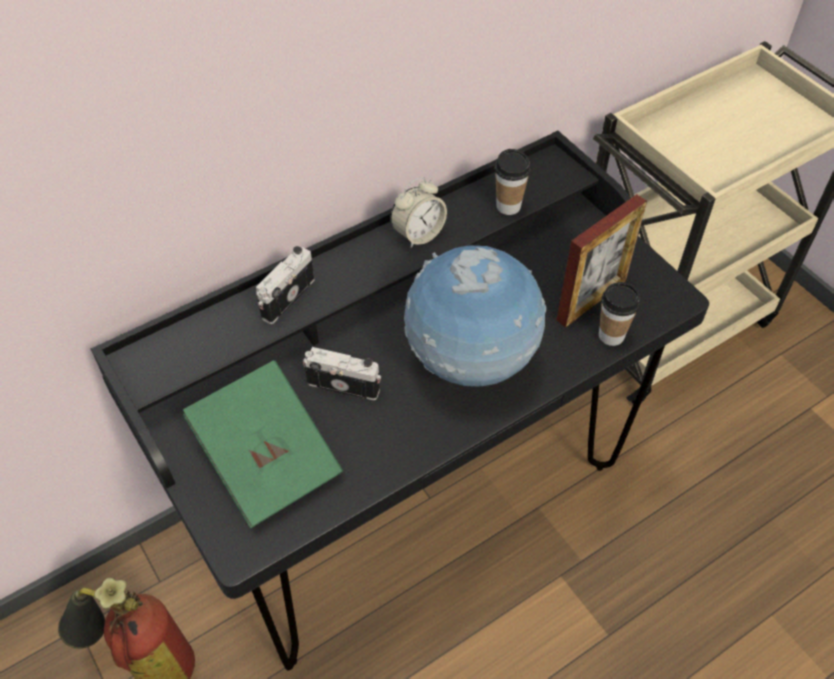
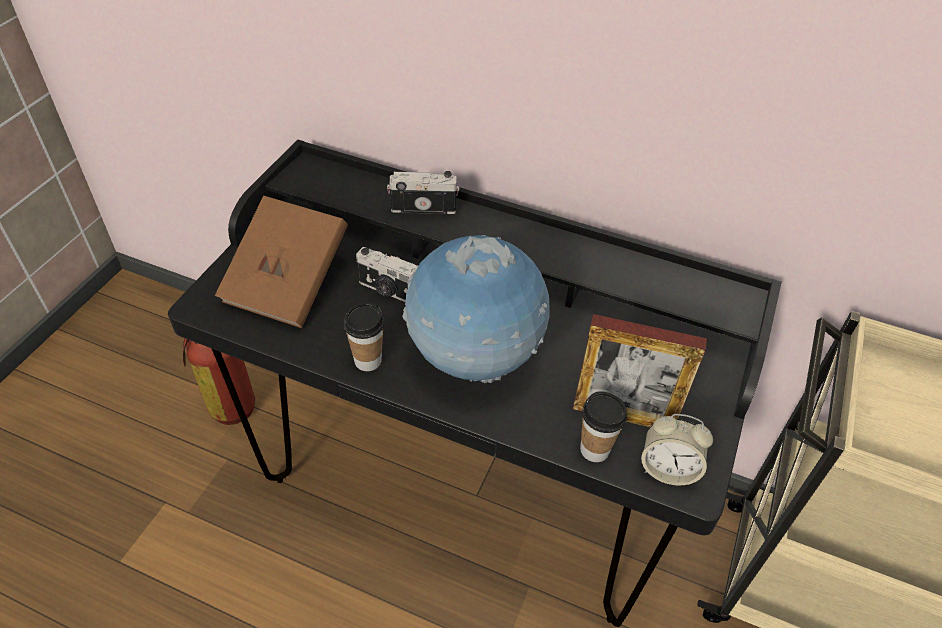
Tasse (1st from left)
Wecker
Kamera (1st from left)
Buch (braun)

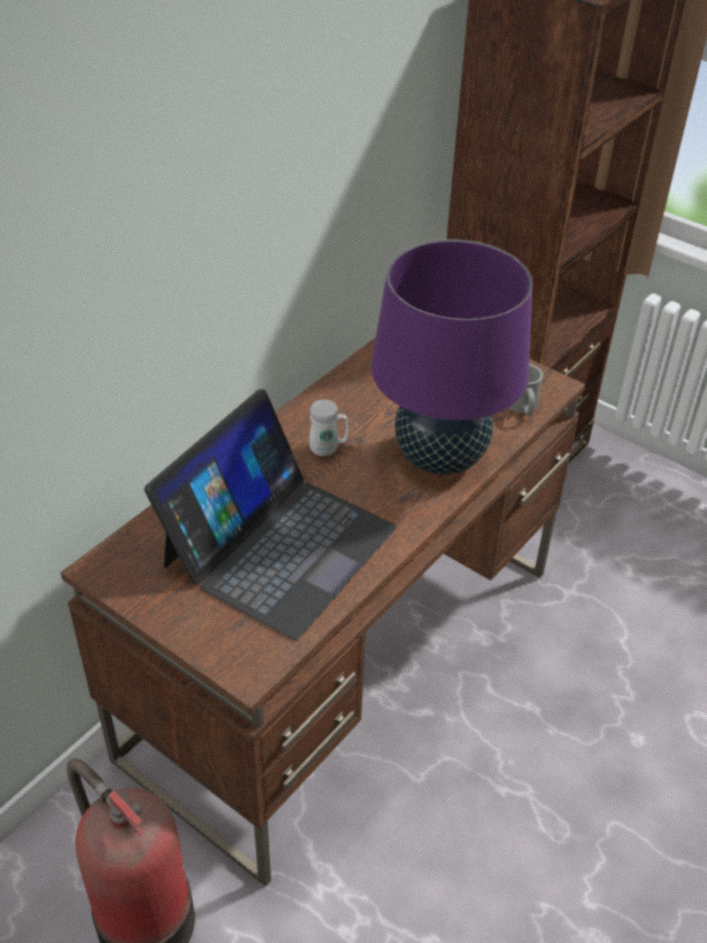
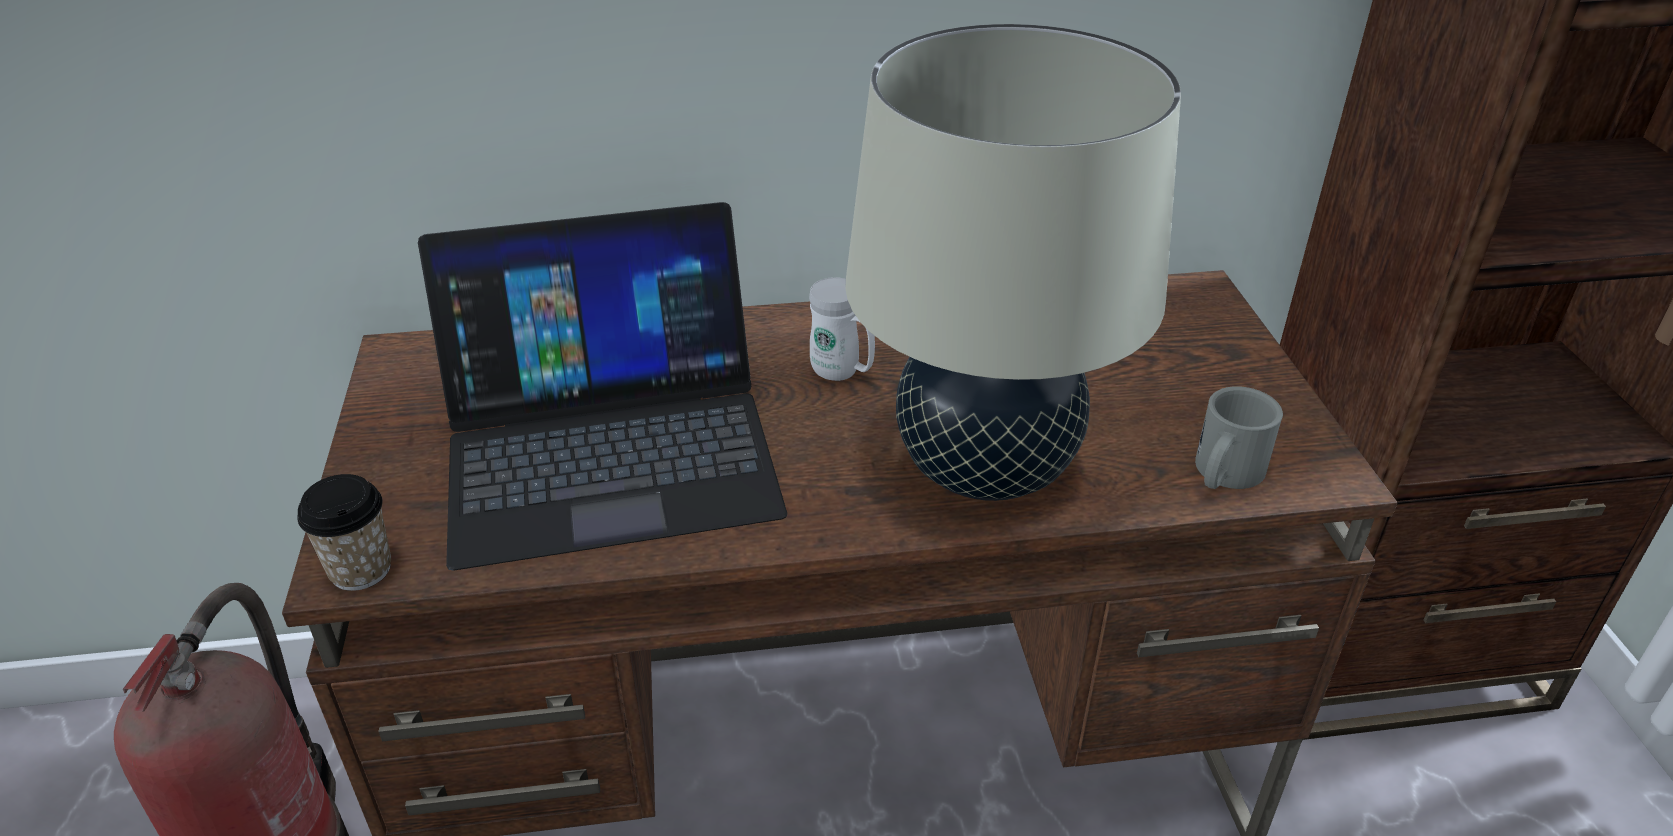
Tischlampe (beige)
Tasse

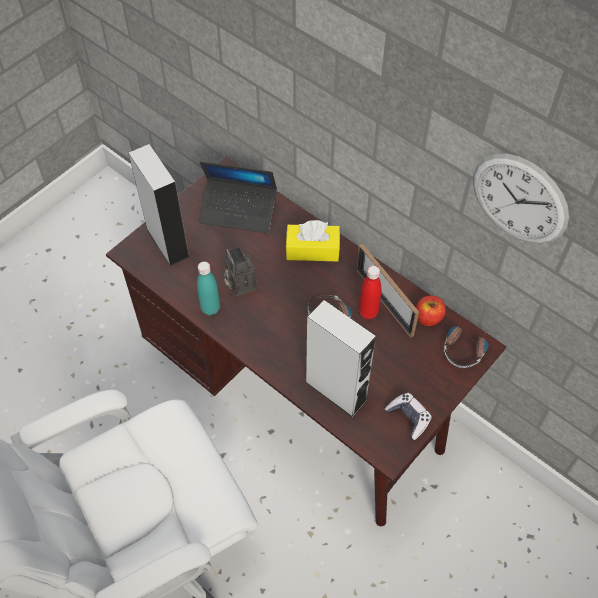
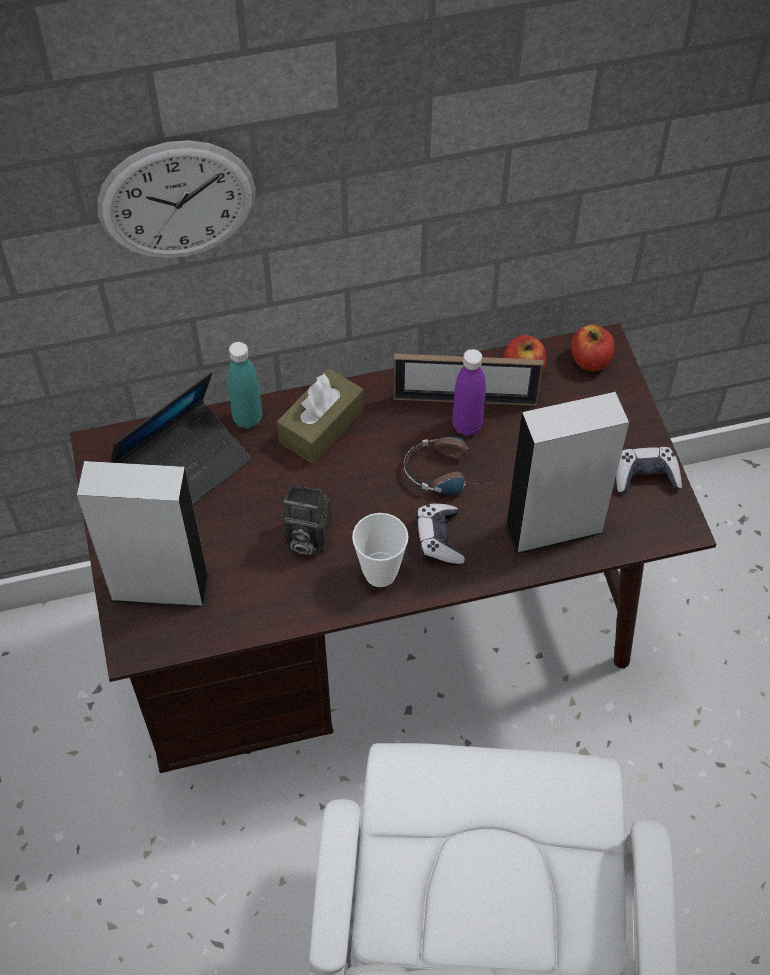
Wanduhr
Taschentuchbox (braun)
Flasche (türkis)
Flasche (lila)
Apfel (2nd from left)
Gamepad (1st from left)
Tasse

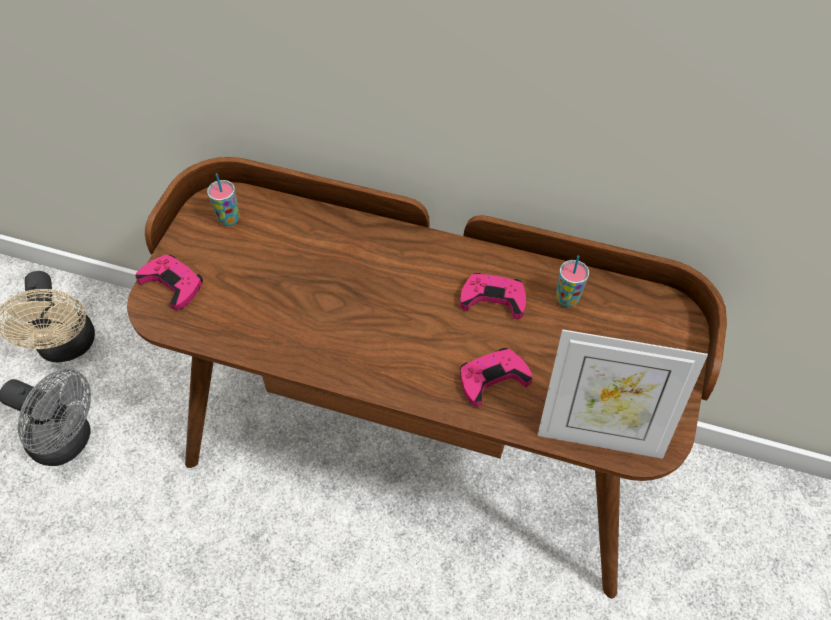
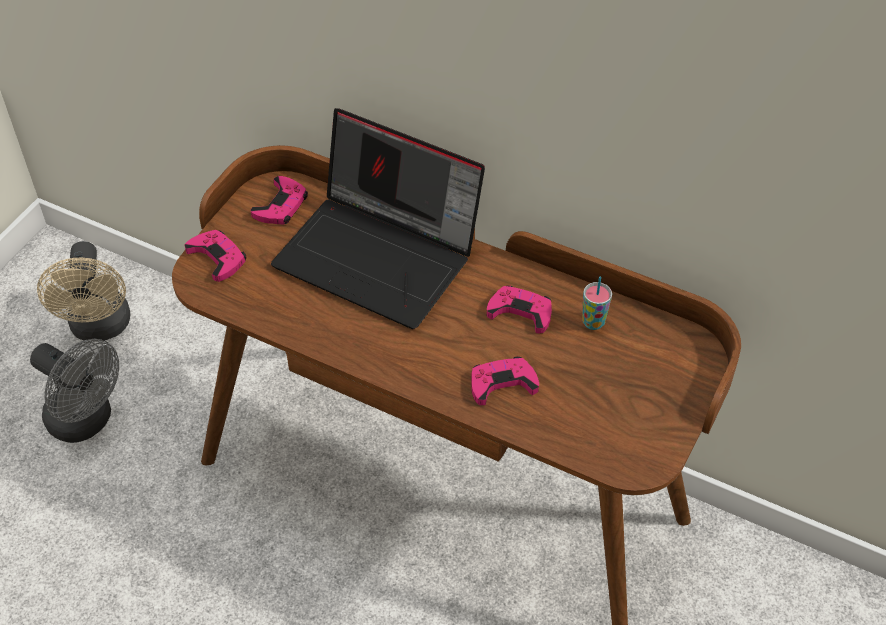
Gamepad (rosa) (2nd from left)
Bilderrahmen
Laptop

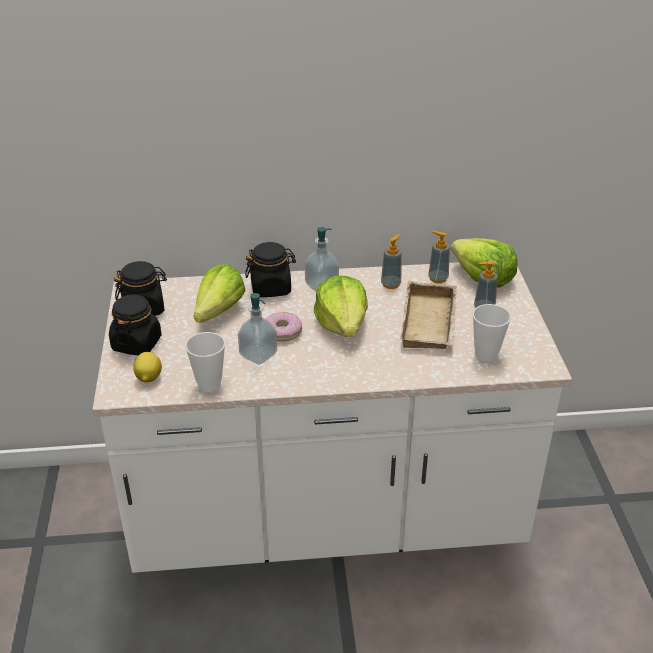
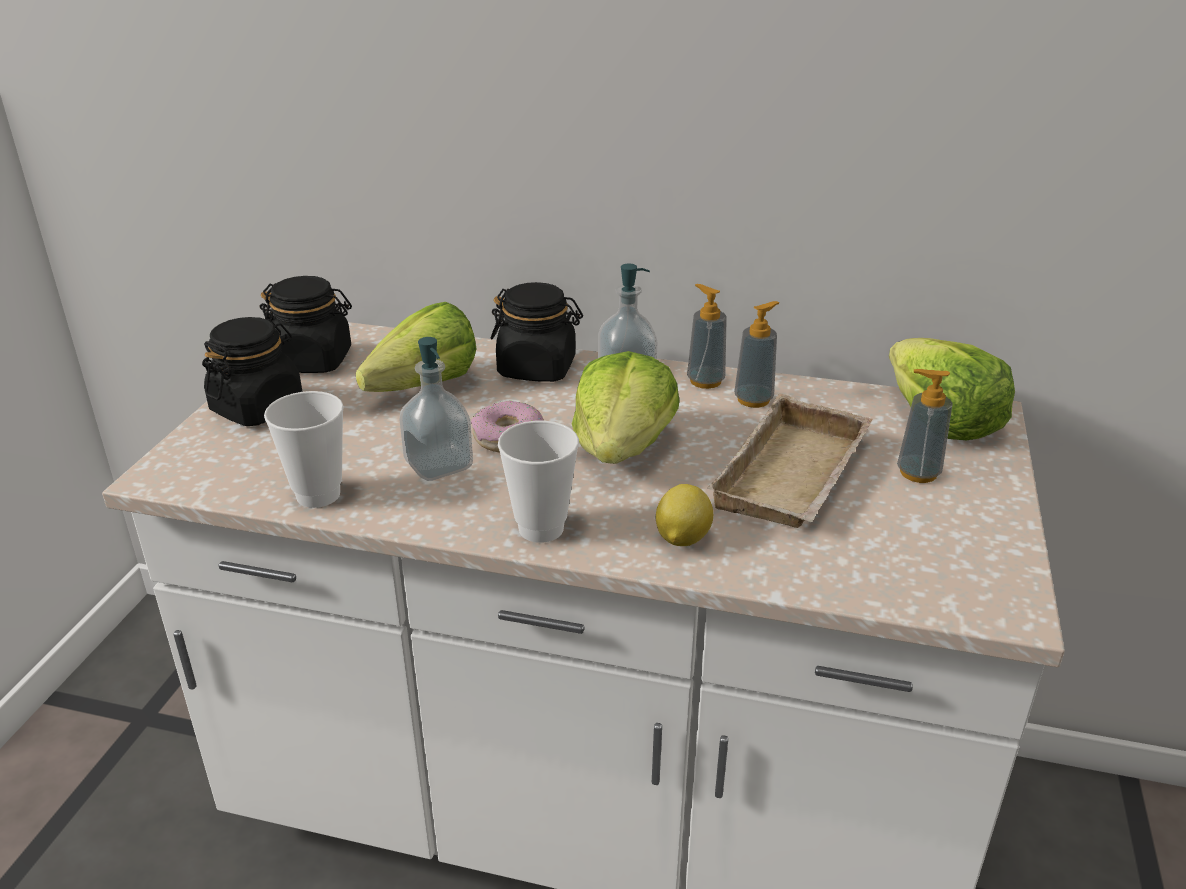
Seifenspender (3rd from left)
Tasse (2nd from left)
Zitrone

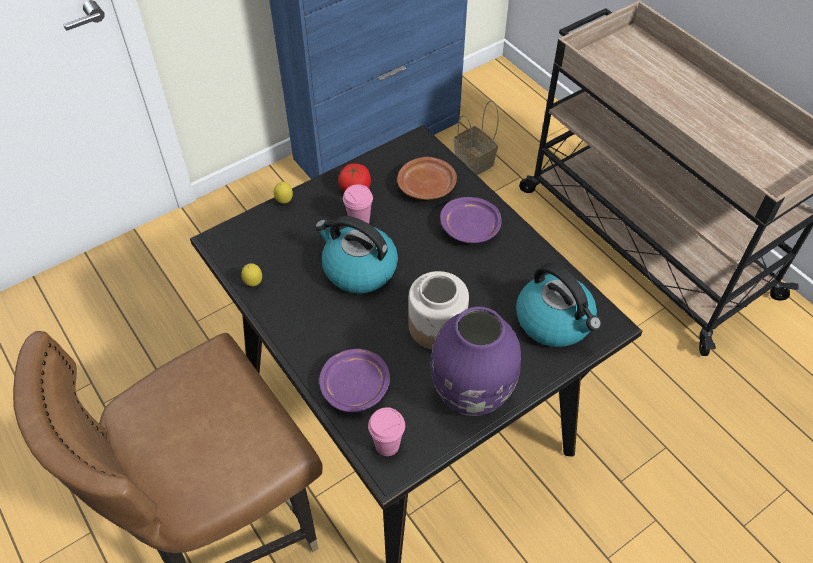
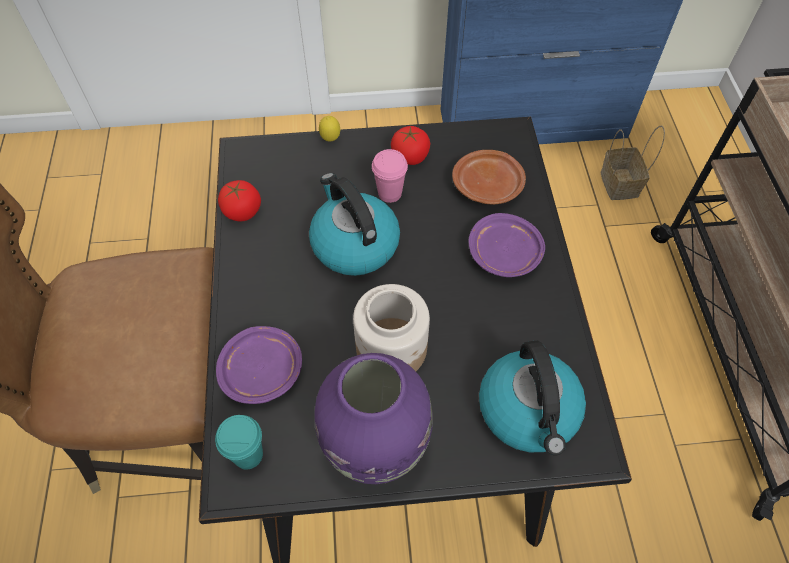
Tomate (1st from left)
Tasse (türkis)

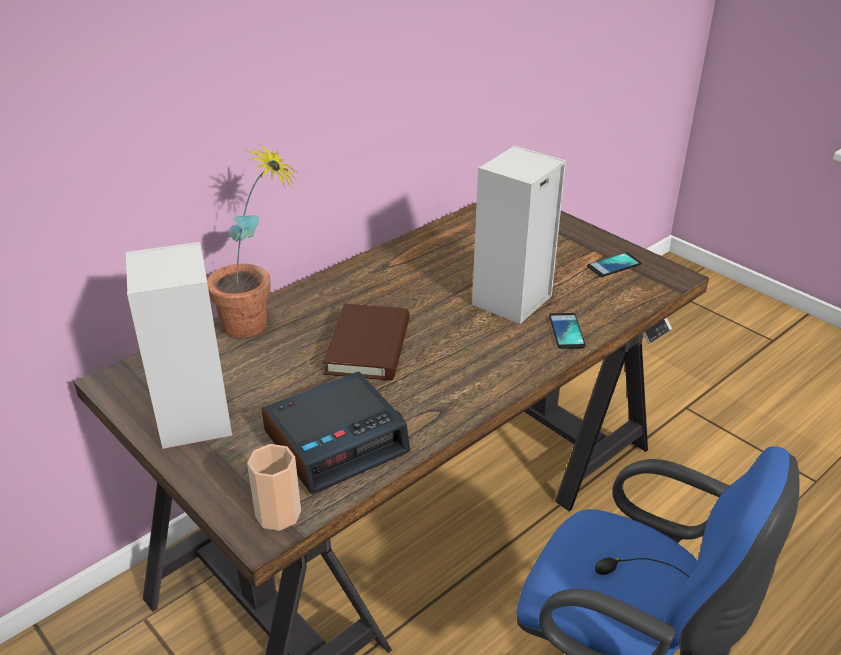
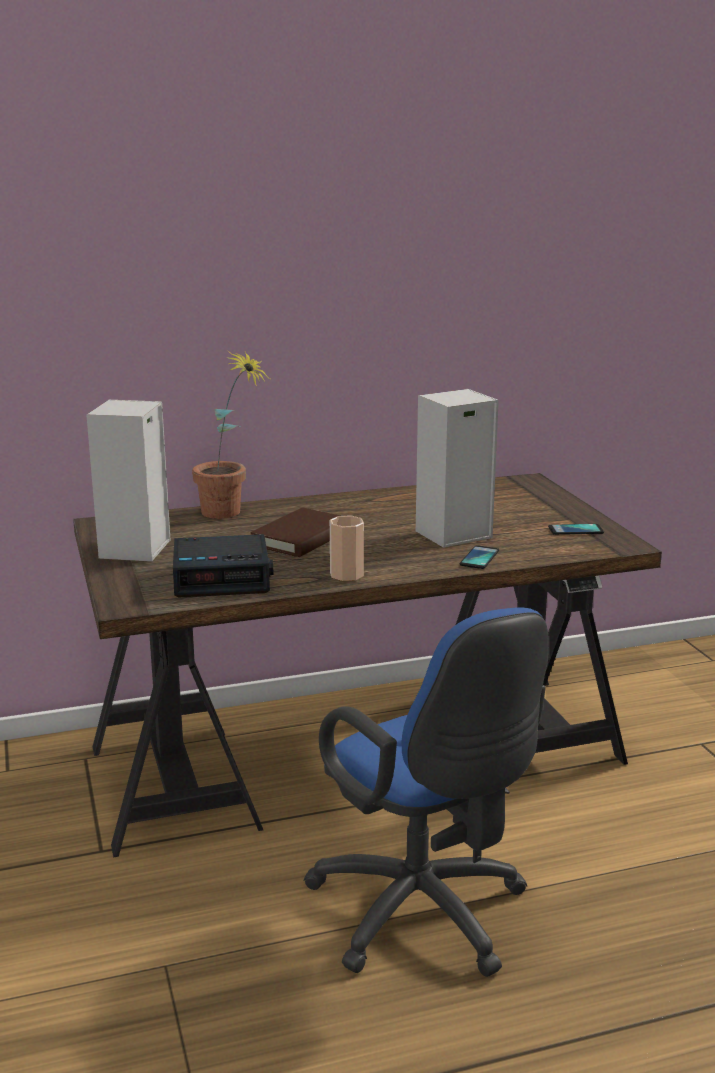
Tasse

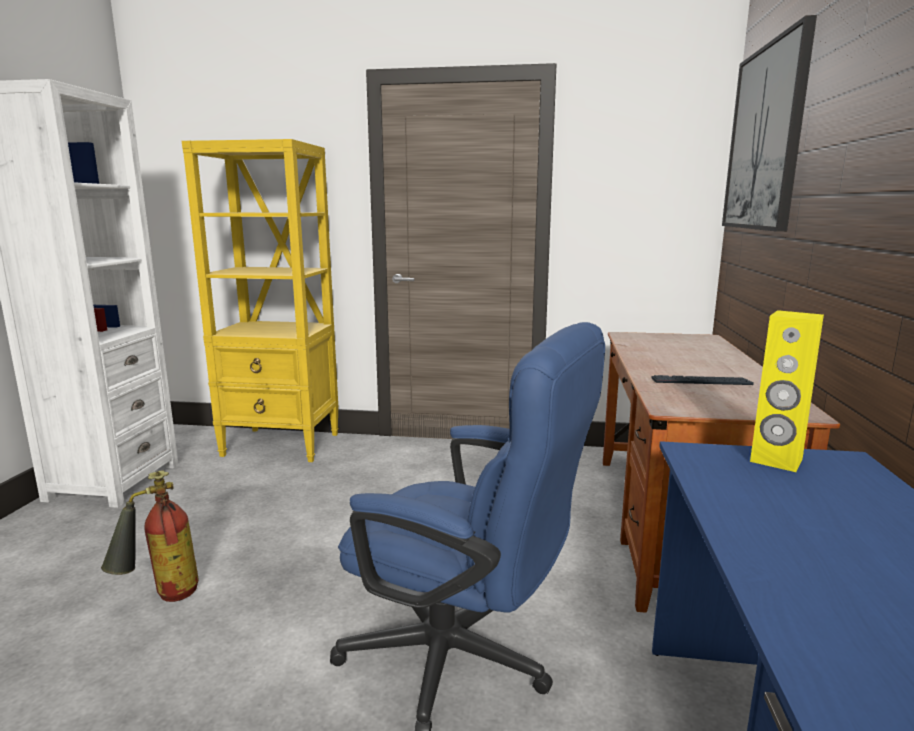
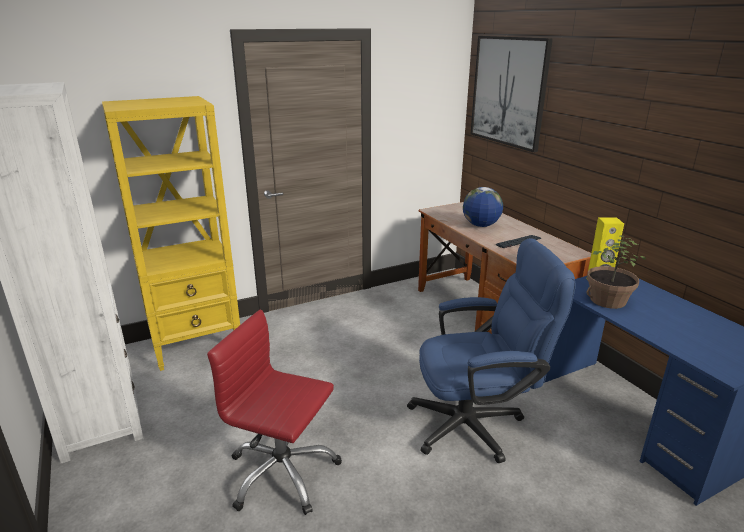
Bürostuhl (rot)
Globus
Topfpflanze

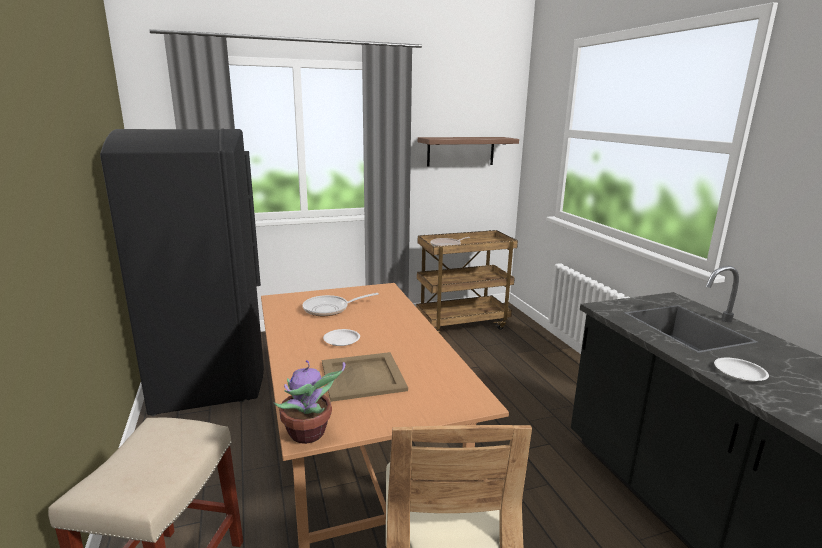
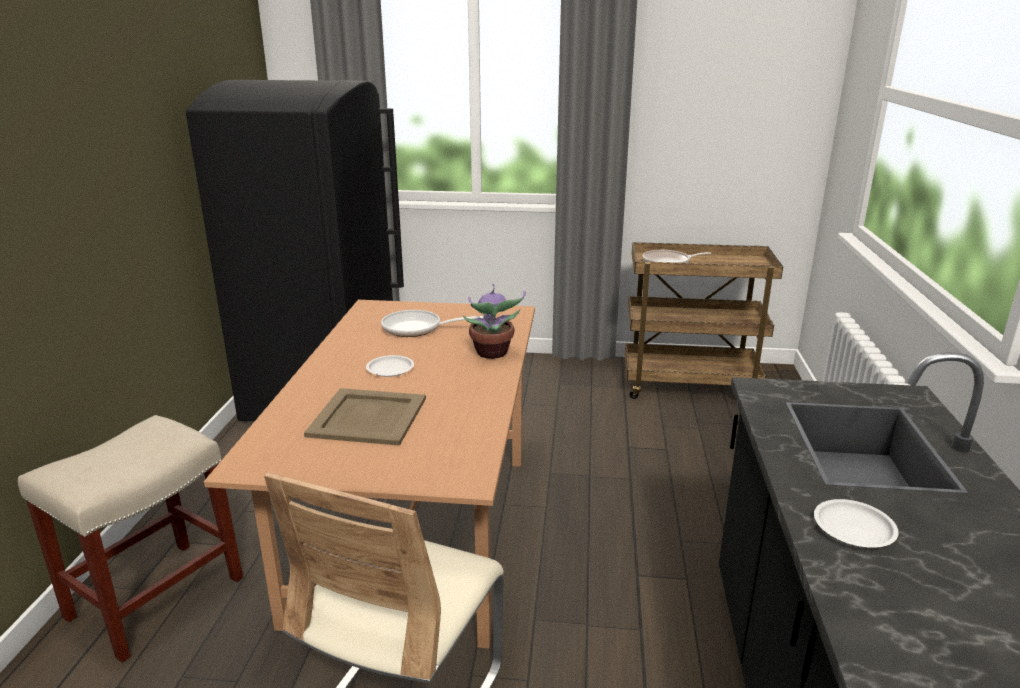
Wandregal
Topfpflanze

